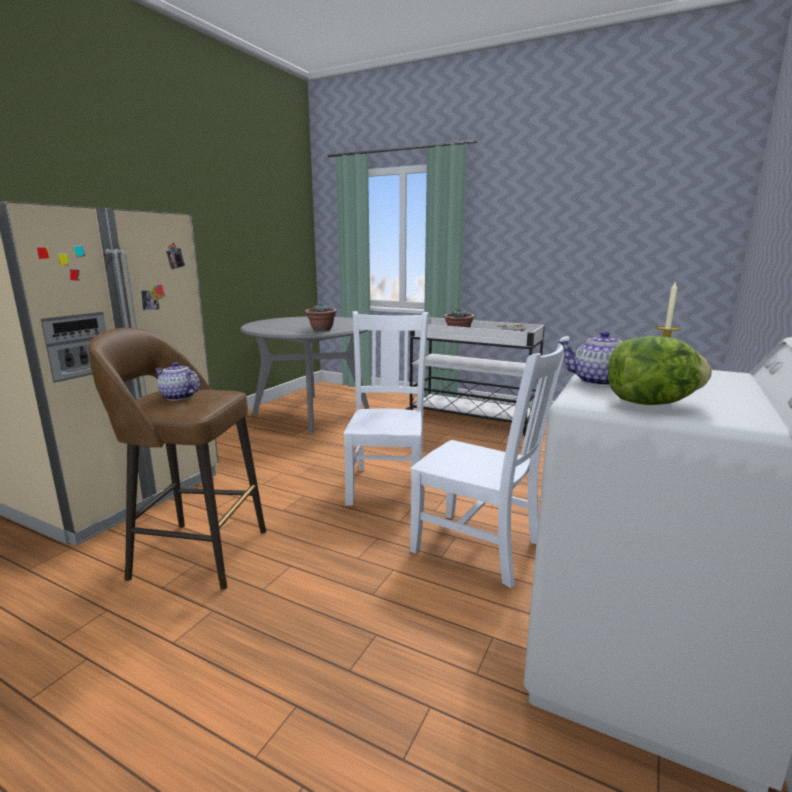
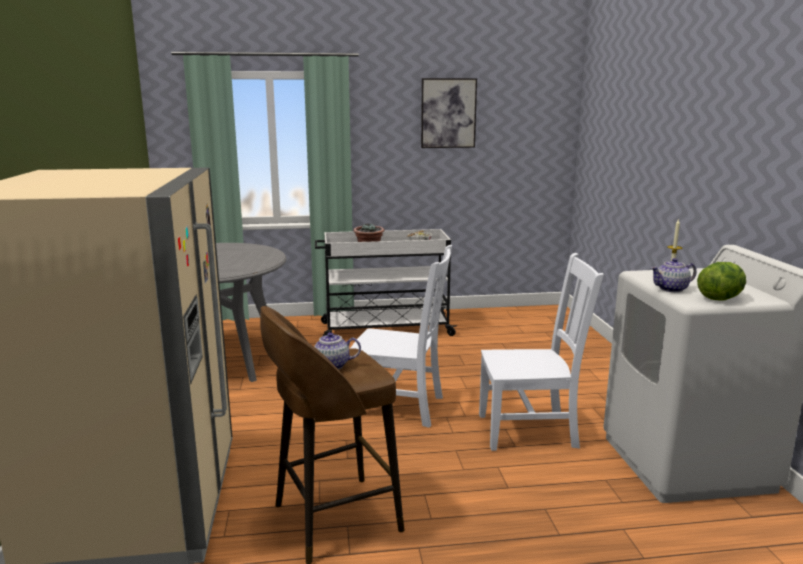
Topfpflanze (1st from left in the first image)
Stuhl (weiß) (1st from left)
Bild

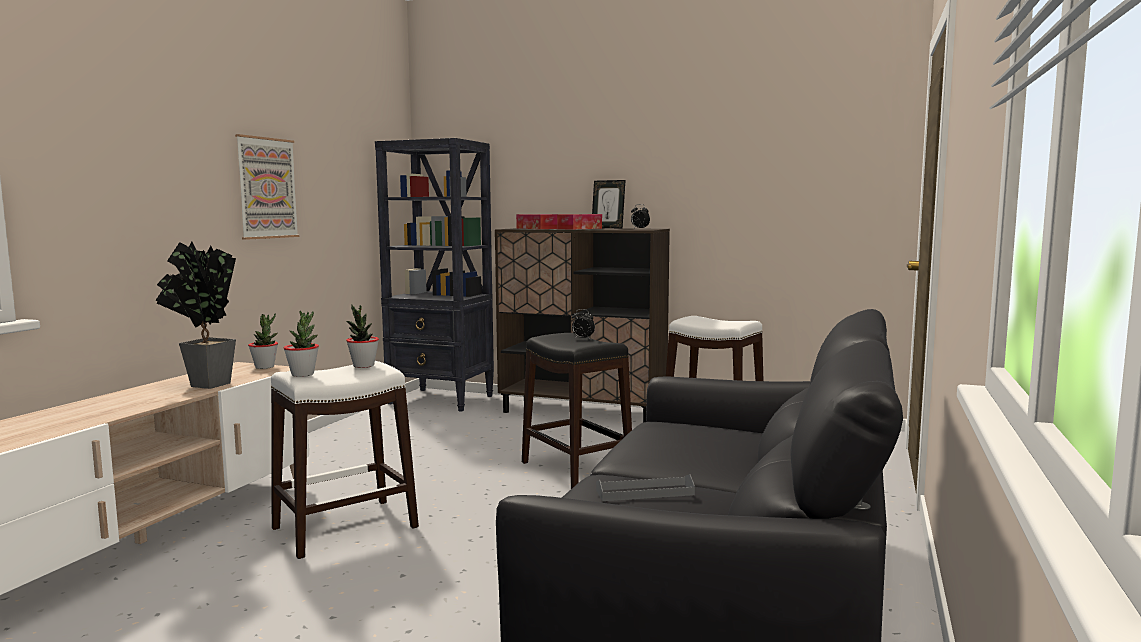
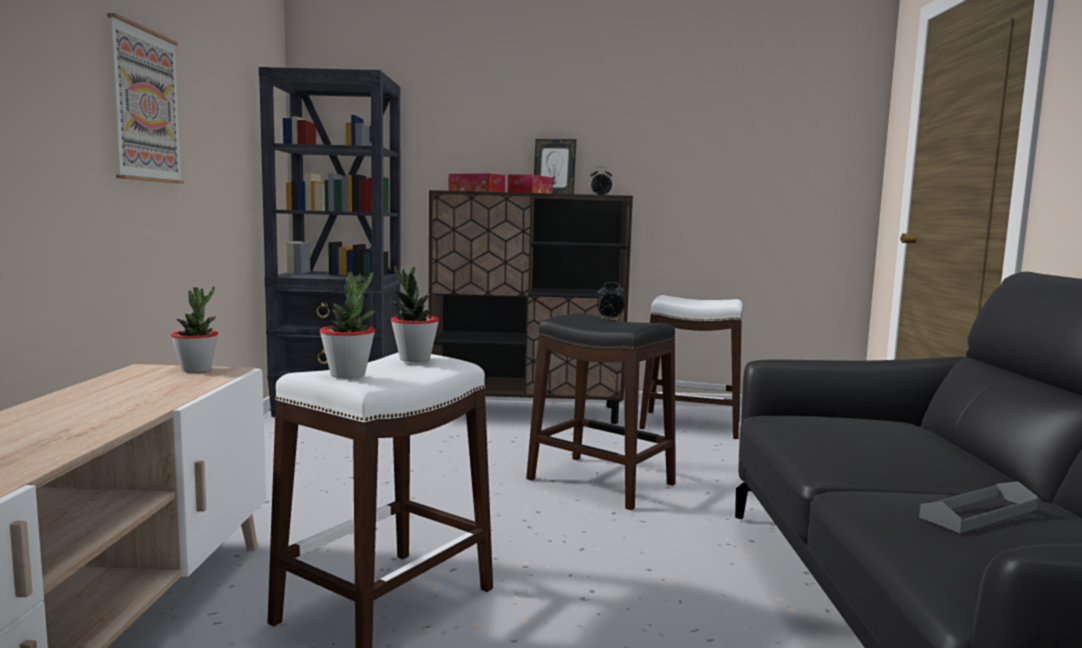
Topfpflanze (1st from left in the first image)

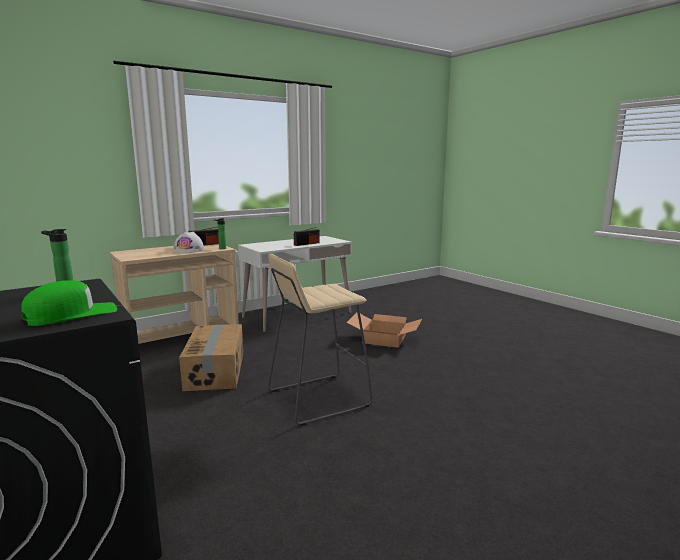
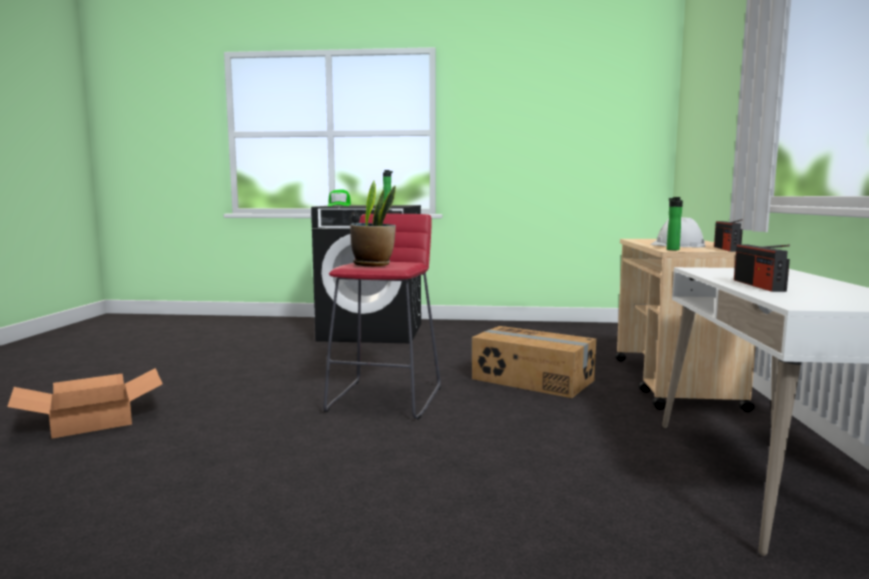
Hocker (rot)
Karton (1st from left)
Topfpflanze

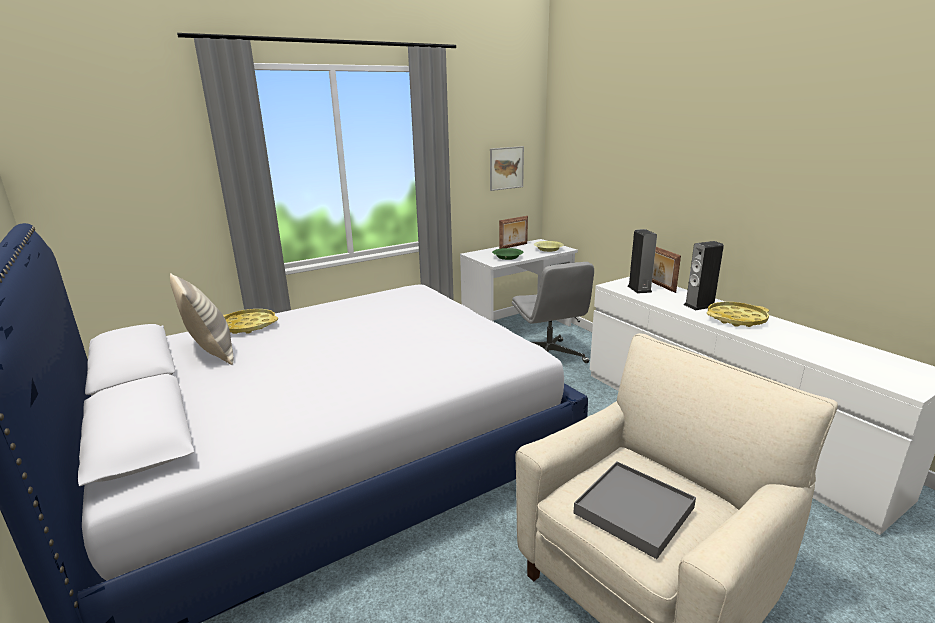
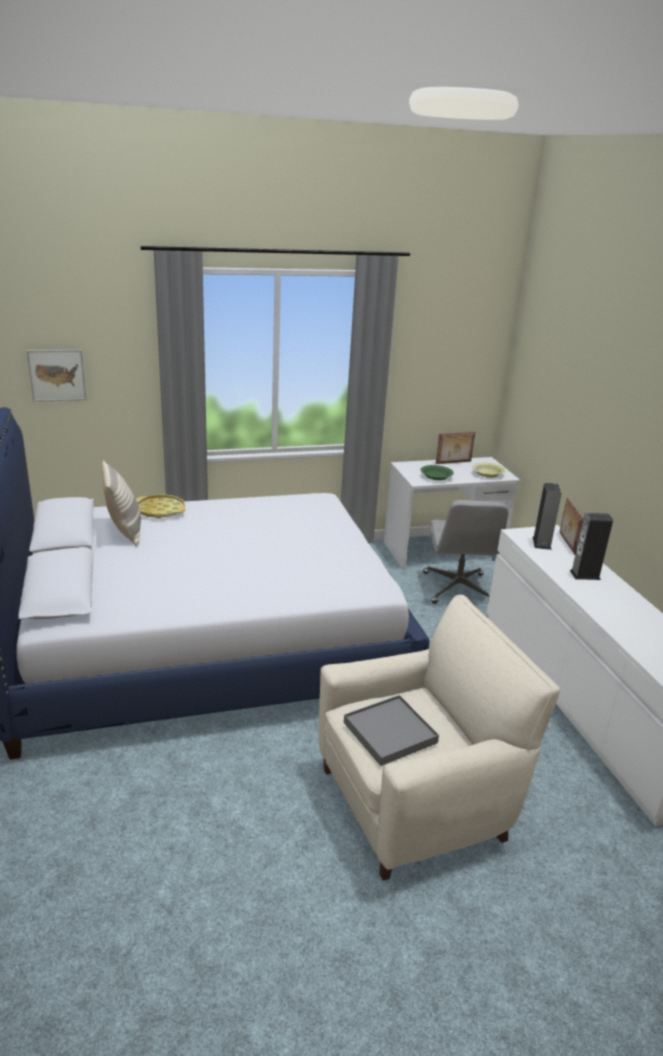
Bild
Tablett (gelb) (2nd from left in the first image)

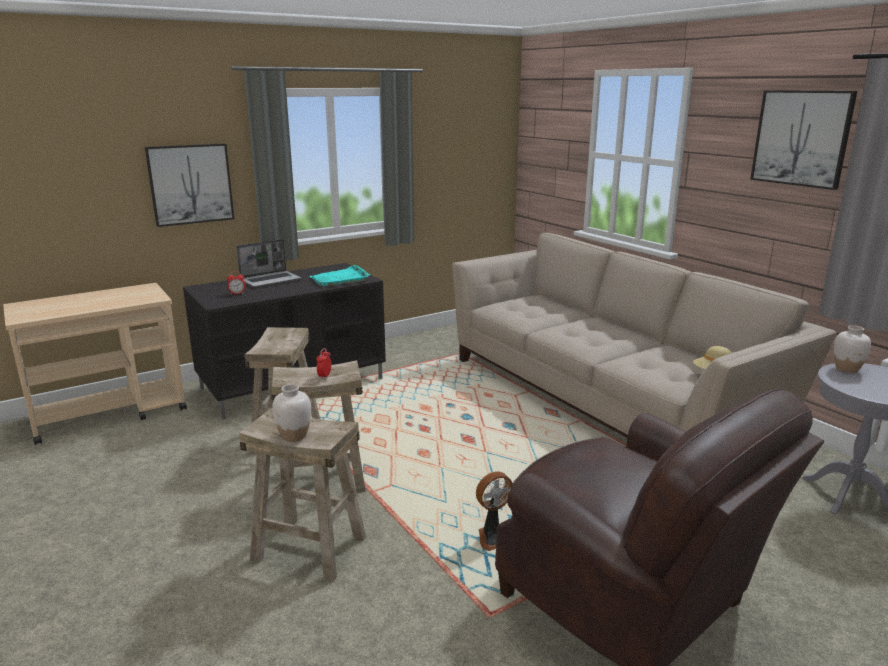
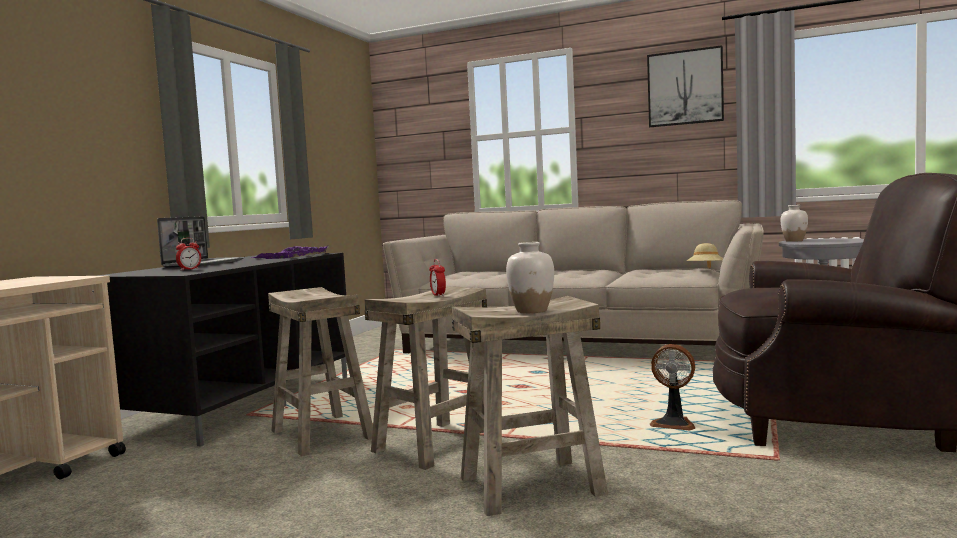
Bild (1st from left in the first image)
Tablett (lila)
Ventilator

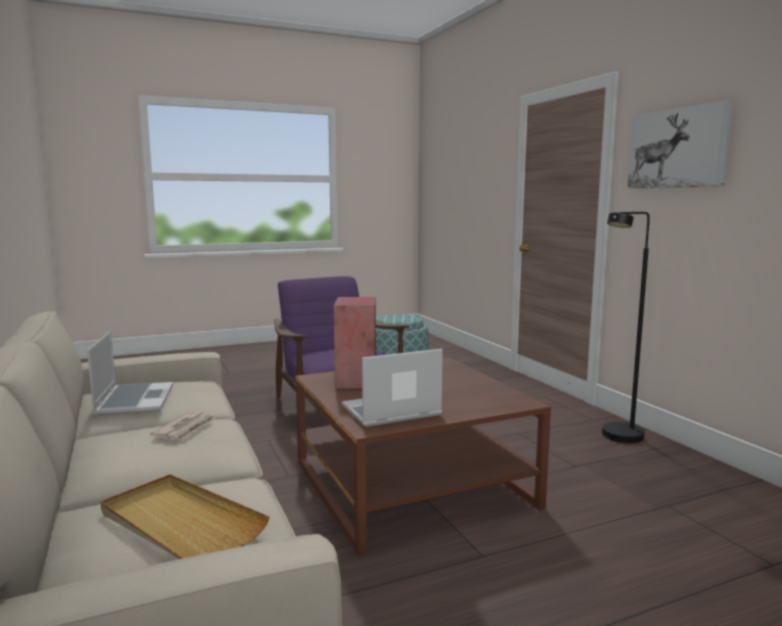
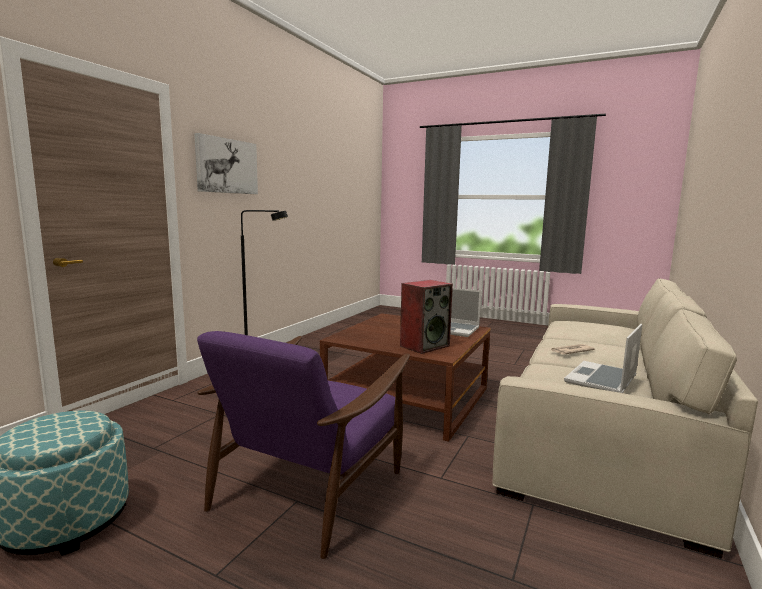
Tablett (beige)

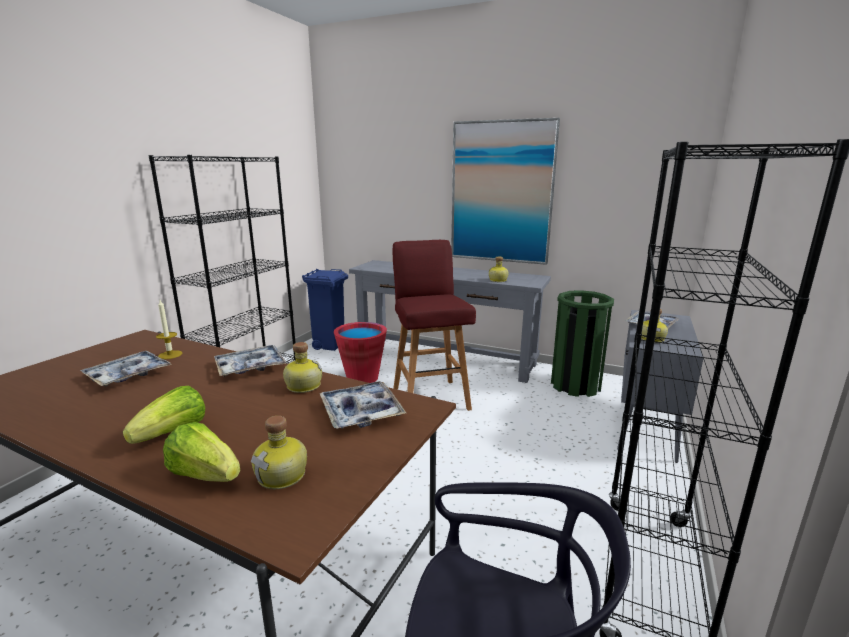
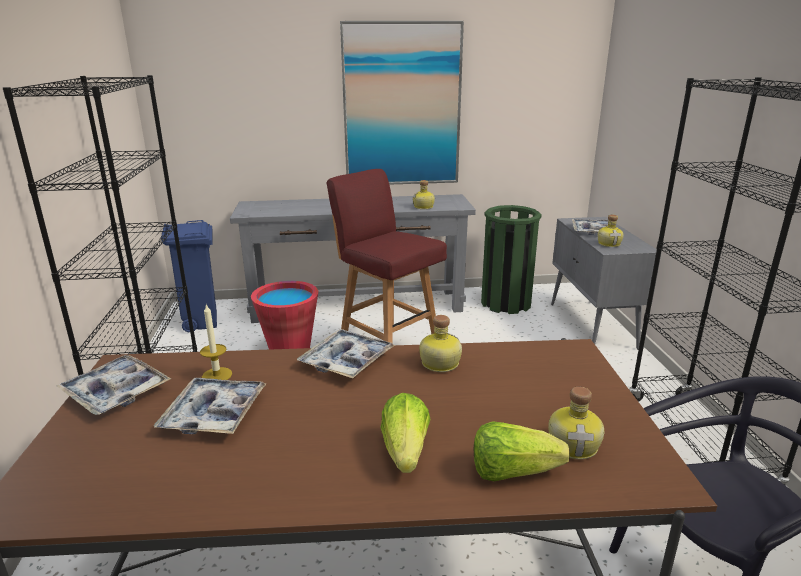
Tablett (1st from left)

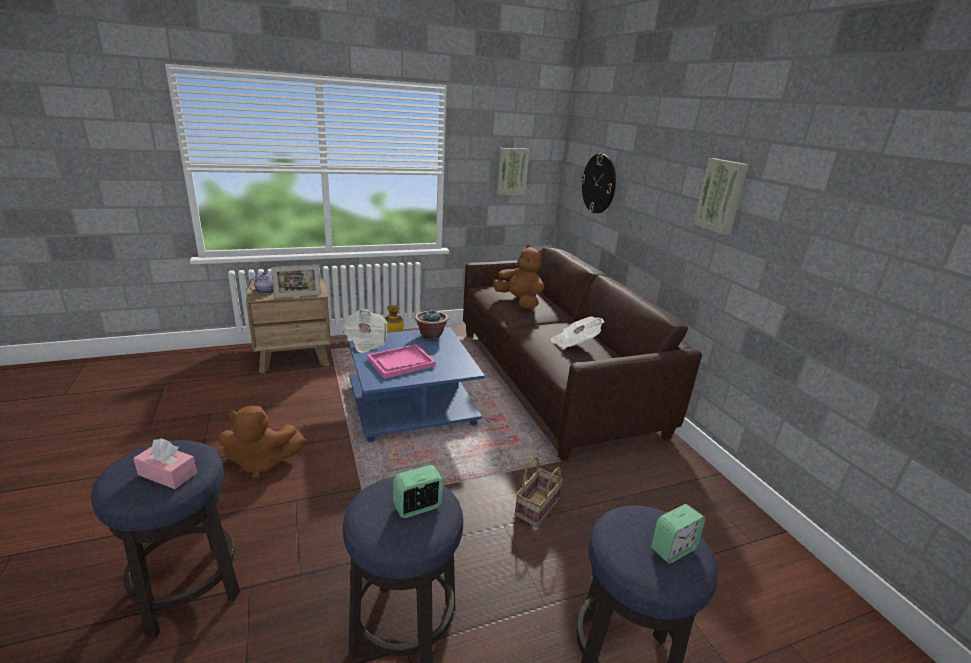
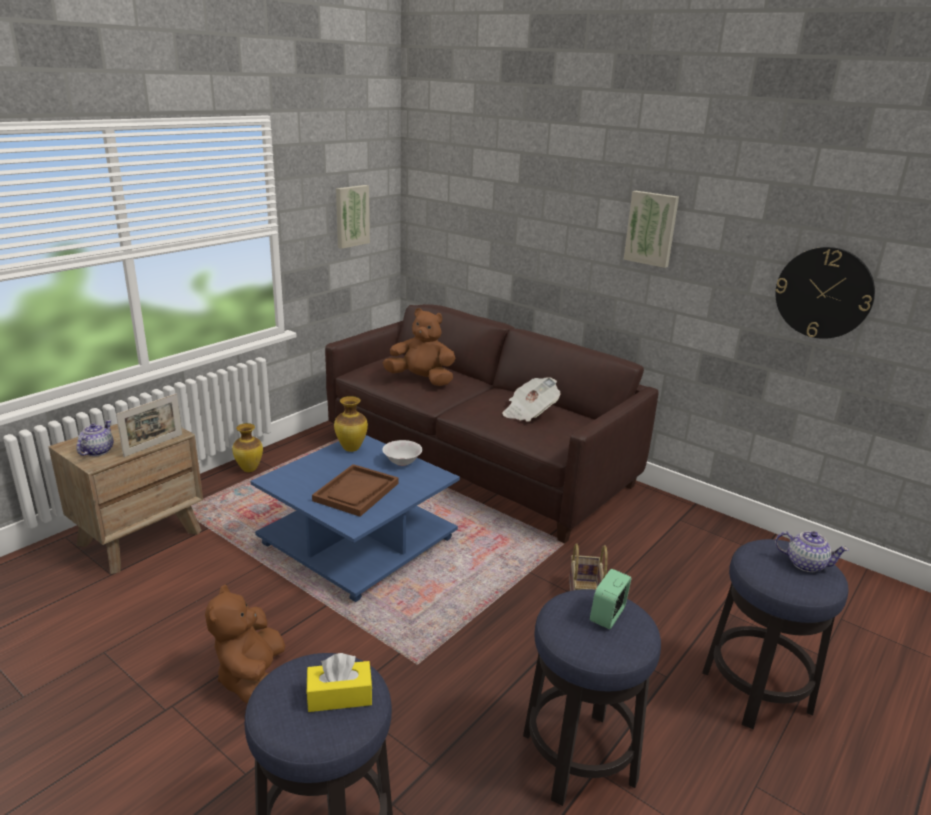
Wanduhr
Zeitung (1st from left in the first image)
Vase (2nd from left)
Tablett (braun)
Plüschtier (braun) (1st from left)
Taschentuchbox (gelb)
Teekanne (2nd from left)
Schüssel (weiß)

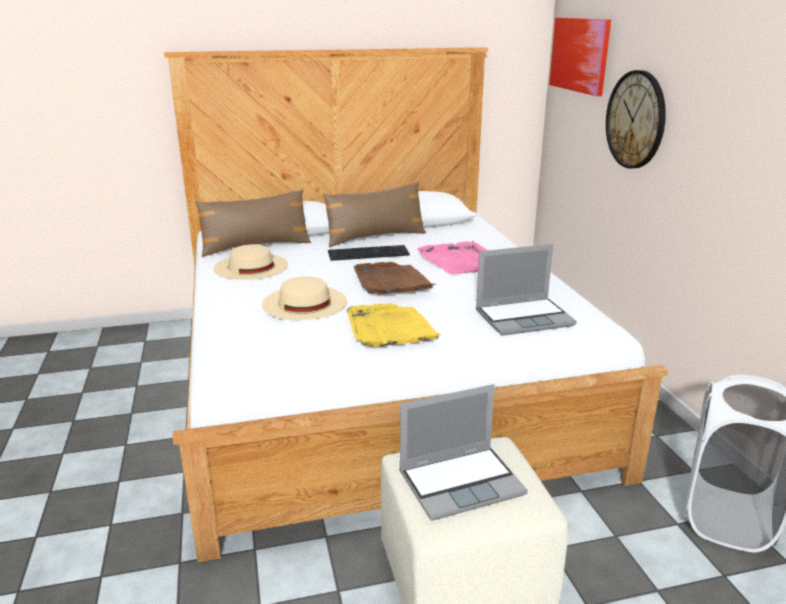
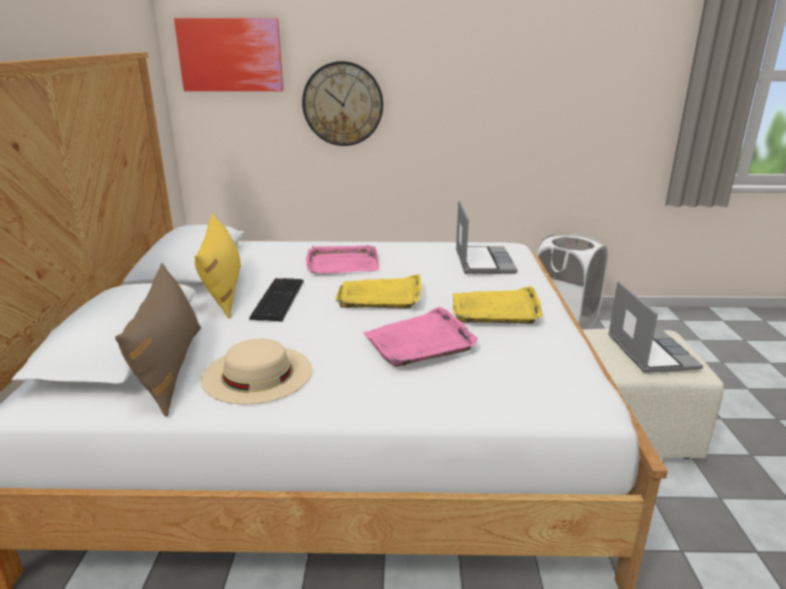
Kissen (gelb)
Tablett (gelb) (1st from left)
Tablett (rosa) (2nd from left)

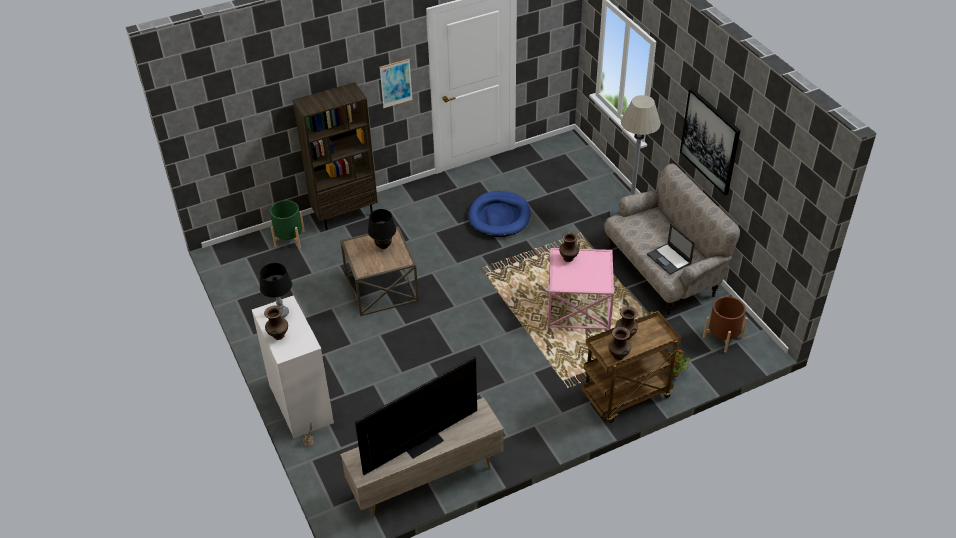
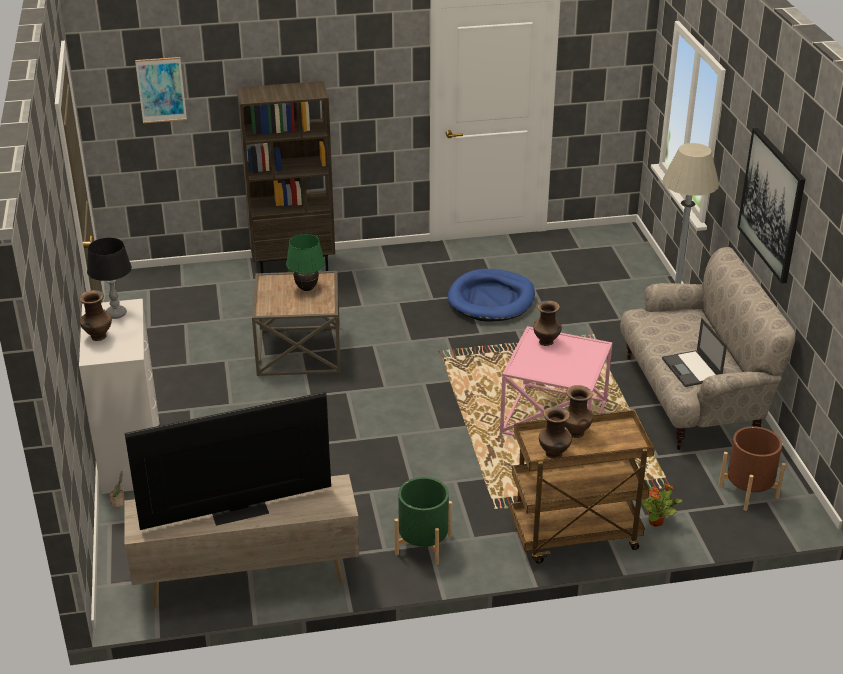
Bild (1st from left)
Pflanzkübel (grün)
Tischlampe (grün)

